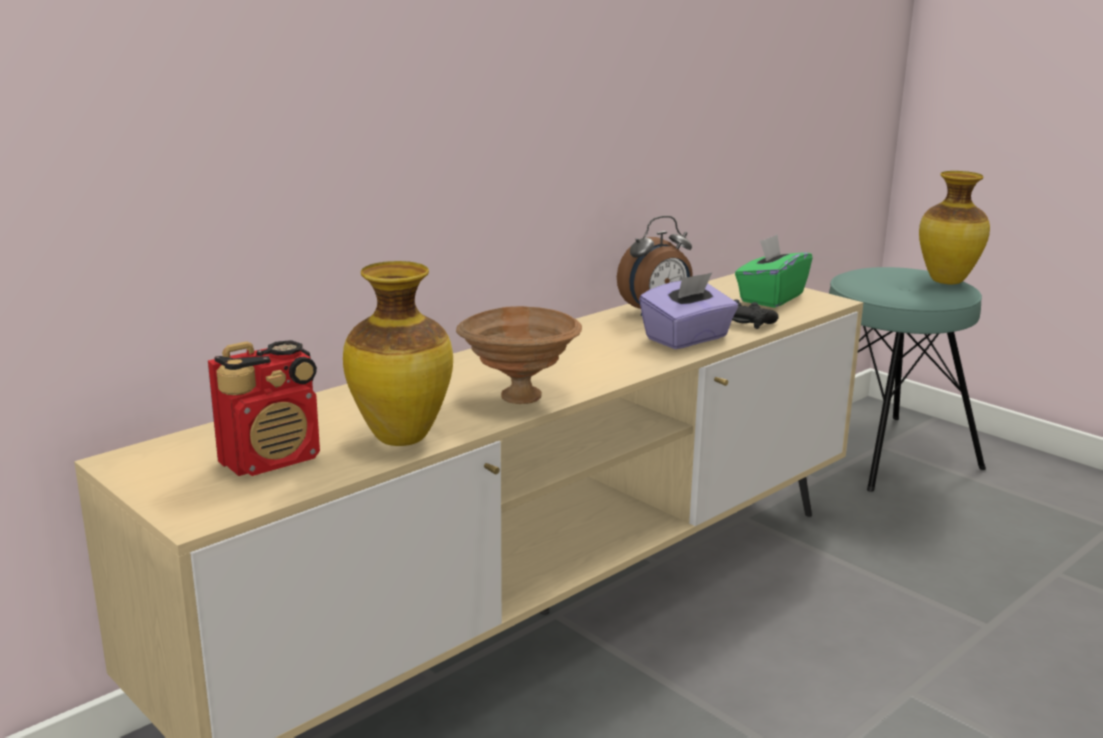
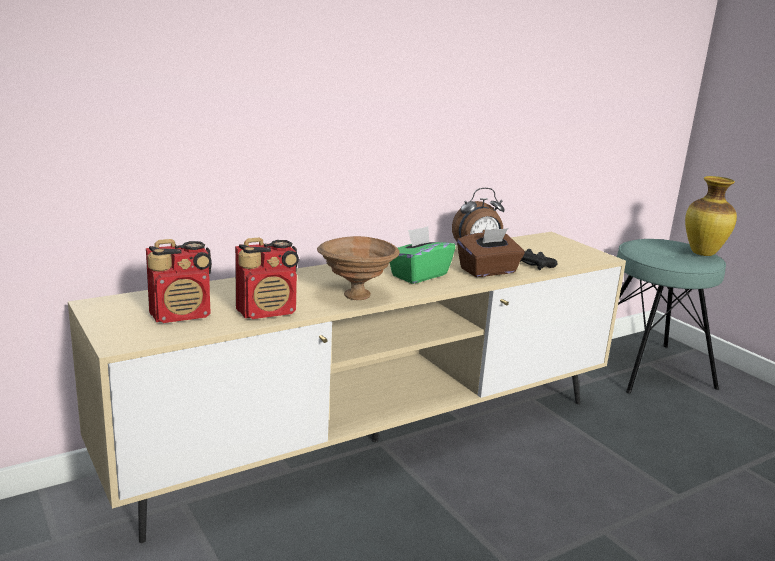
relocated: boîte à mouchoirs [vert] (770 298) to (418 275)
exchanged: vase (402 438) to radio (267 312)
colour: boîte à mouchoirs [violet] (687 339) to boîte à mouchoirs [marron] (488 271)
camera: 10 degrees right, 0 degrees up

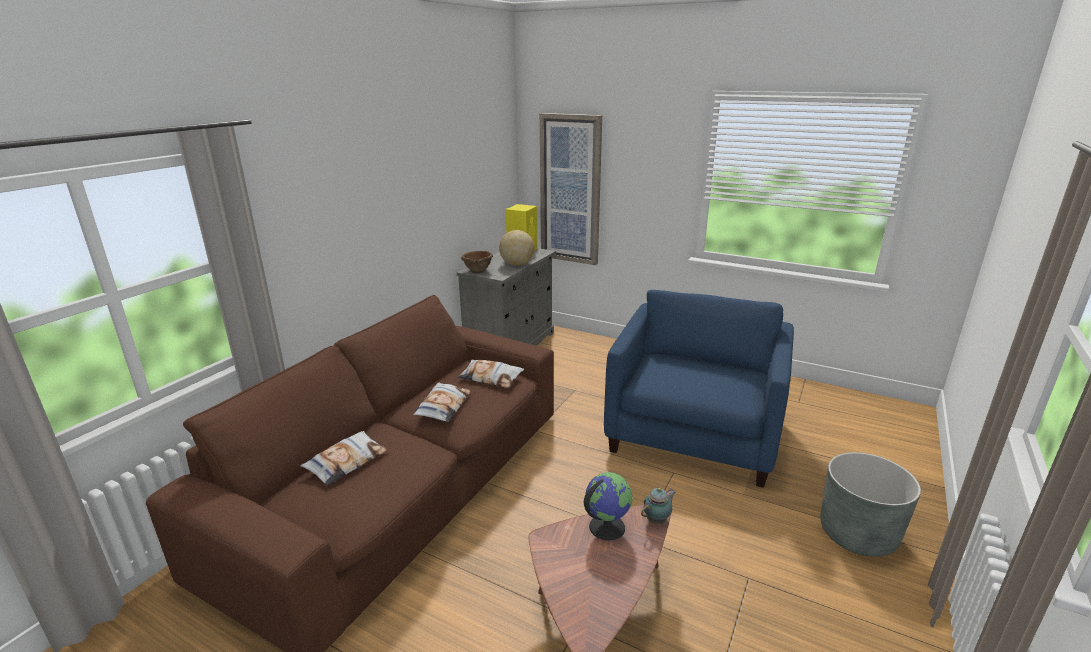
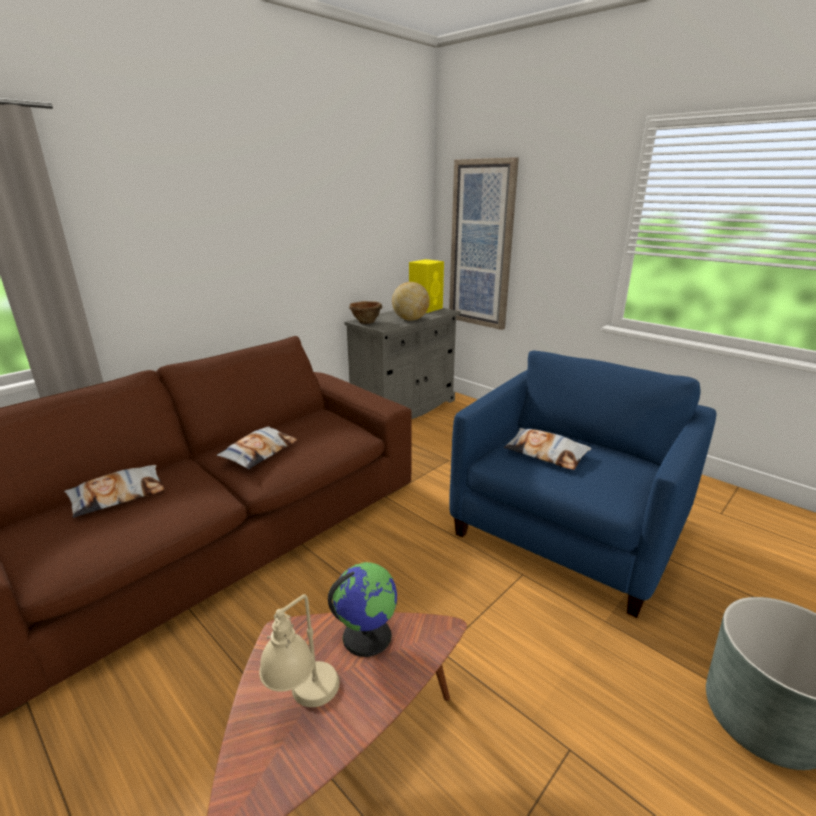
missing: théière (657 520)
appeared: lampe de table [beige] (306 704)
relocated: coussin (491 377) to (546 453)
camera: 15 degrees right, 0 degrees up

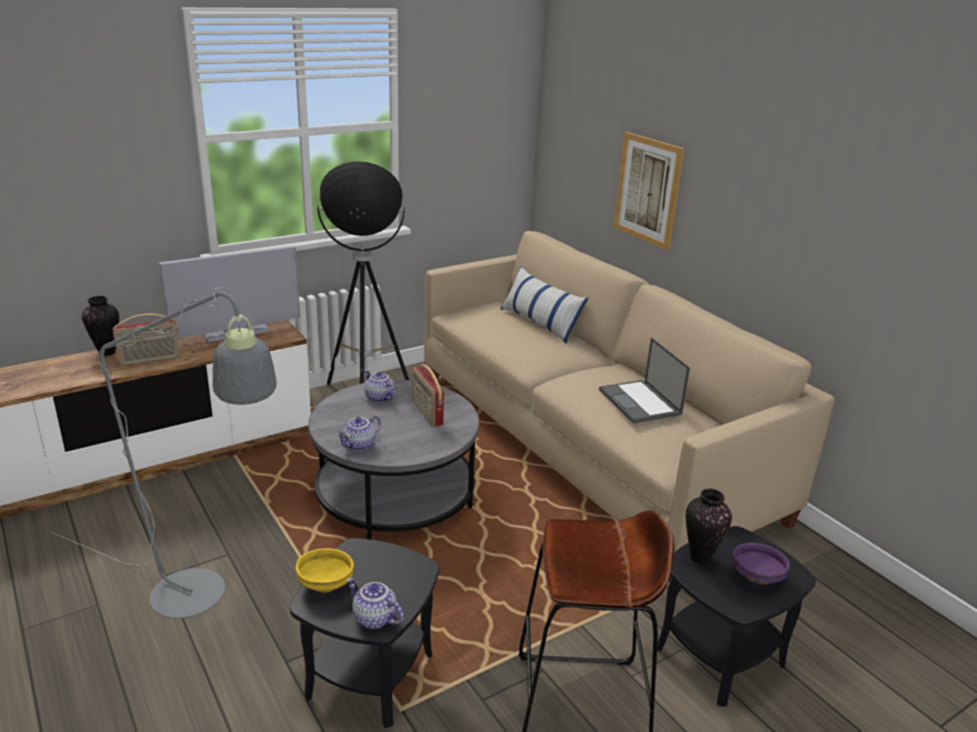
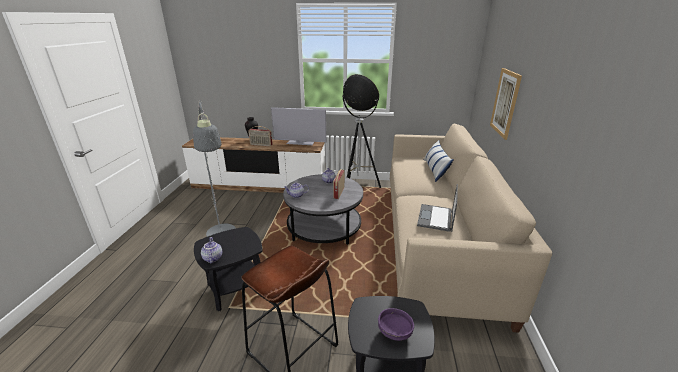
missing: bol [jaune] (326 584); vase (700 557)
camera: 40 degrees right, 0 degrees up

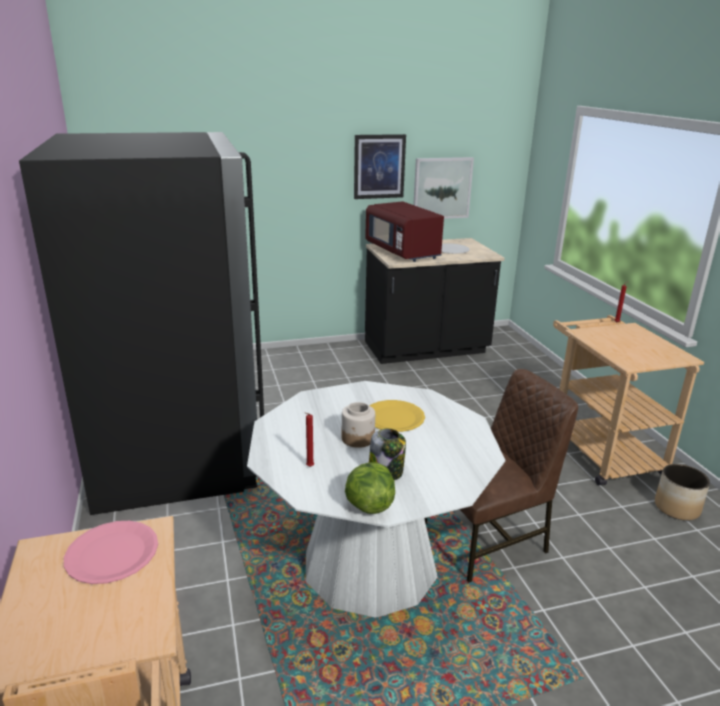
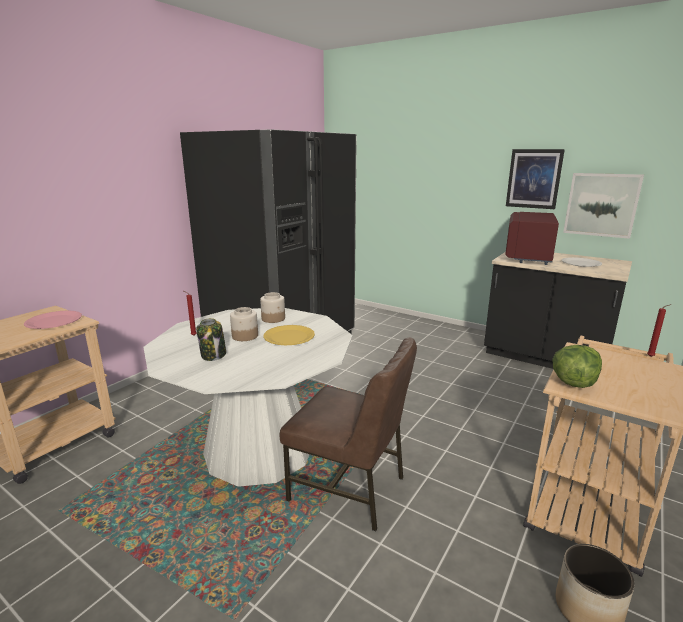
appeared: bocal (273 319)
relocated: laitue (369 505) to (573 383)
camera: 50 degrees right, 5 degrees down

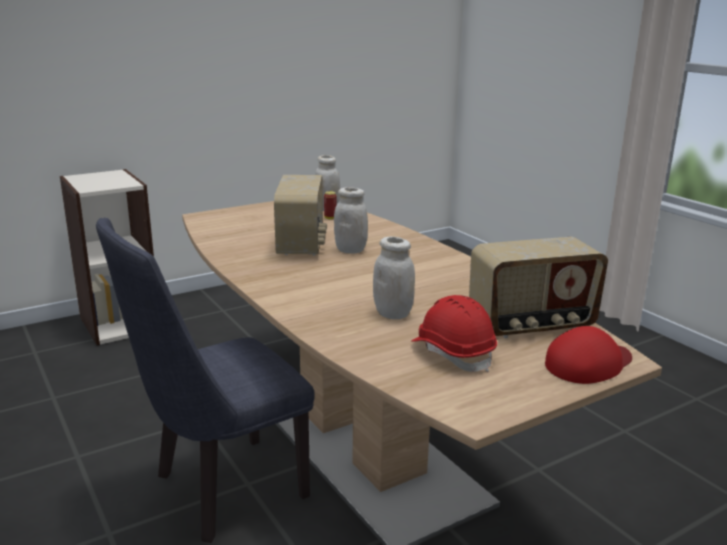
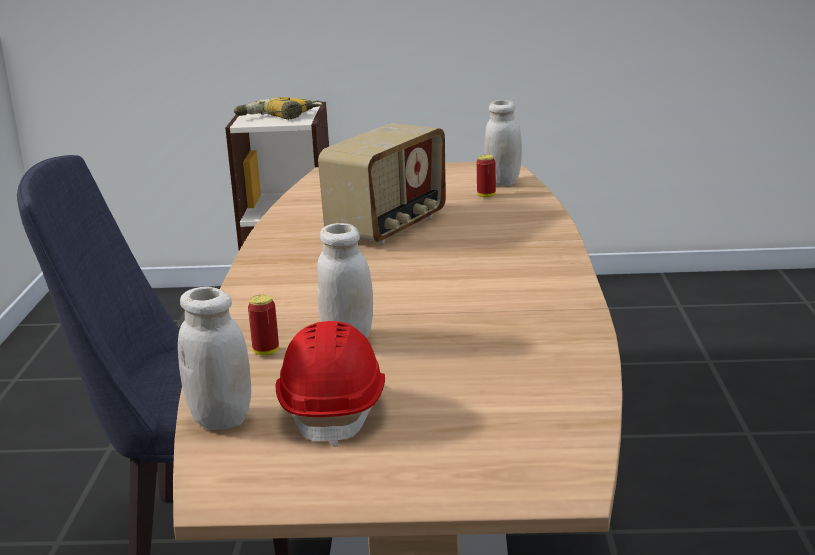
missing: radio (531 325); casquette [rouge] (589 364)
appeared: perceuse (278 117); boîte métallique (266 352)
relocated: bocal [blanc] (350 250) to (220 419)
camera: 35 degrees right, 0 degrees up

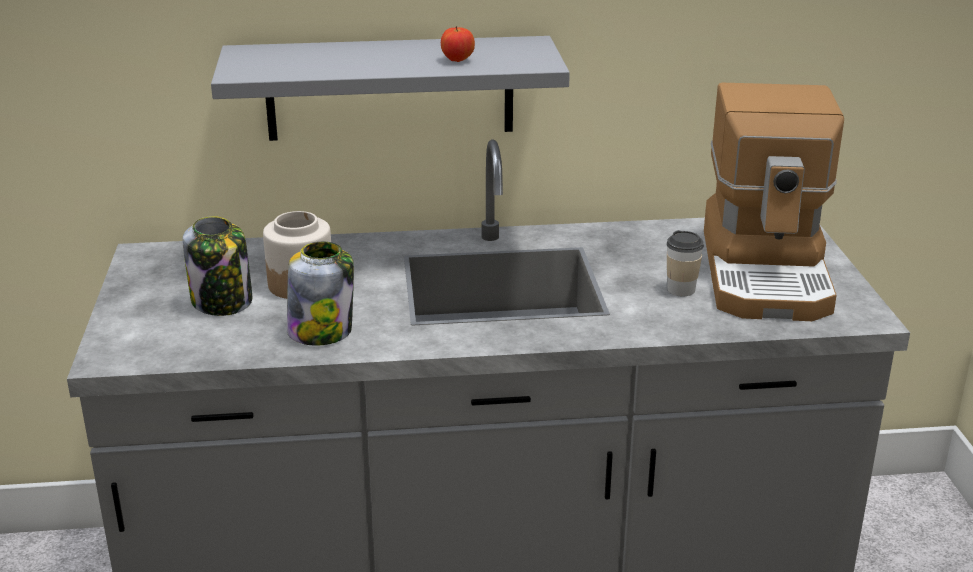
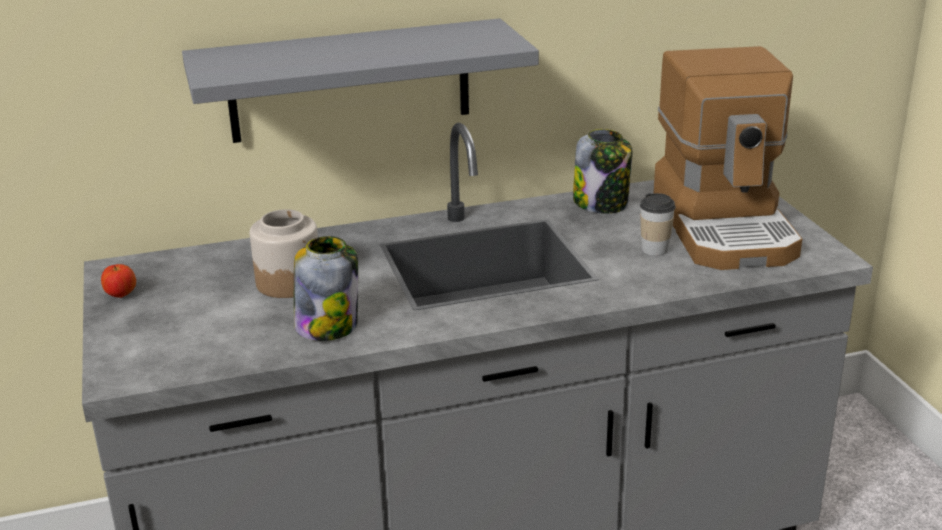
relocated: bocal (223 302) to (601 203); pomme (457 60) to (121 295)
camera: 10 degrees left, 0 degrees up

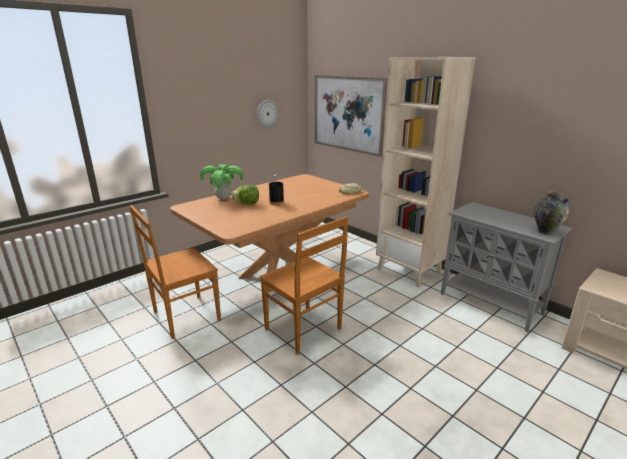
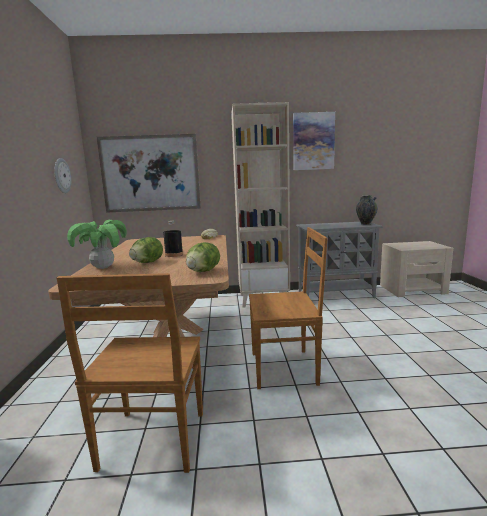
appeared: laitue (203 271); tableau (313 141)
camera: 50 degrees left, 10 degrees down

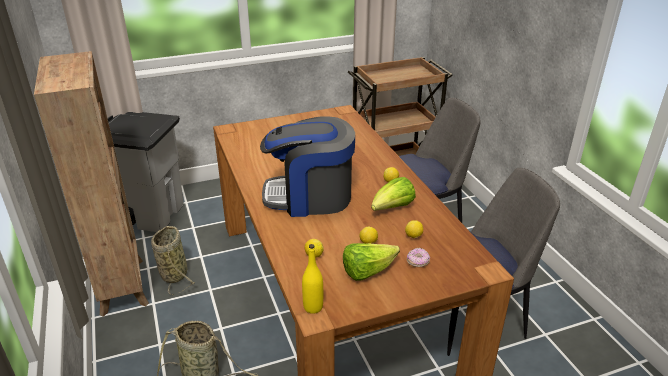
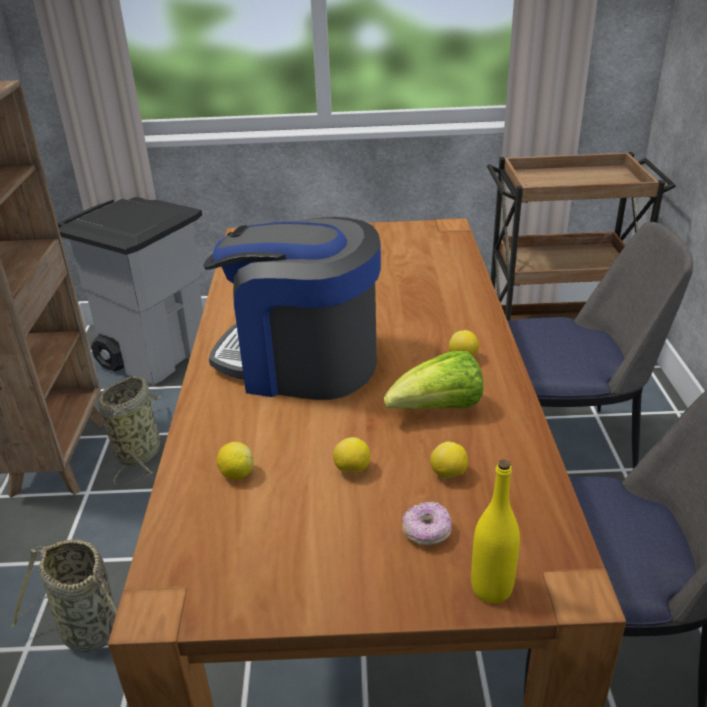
missing: laitue (367 271)
relocated: bouteille [jaune] (313 307) to (491 588)
camera: 20 degrees right, 0 degrees up

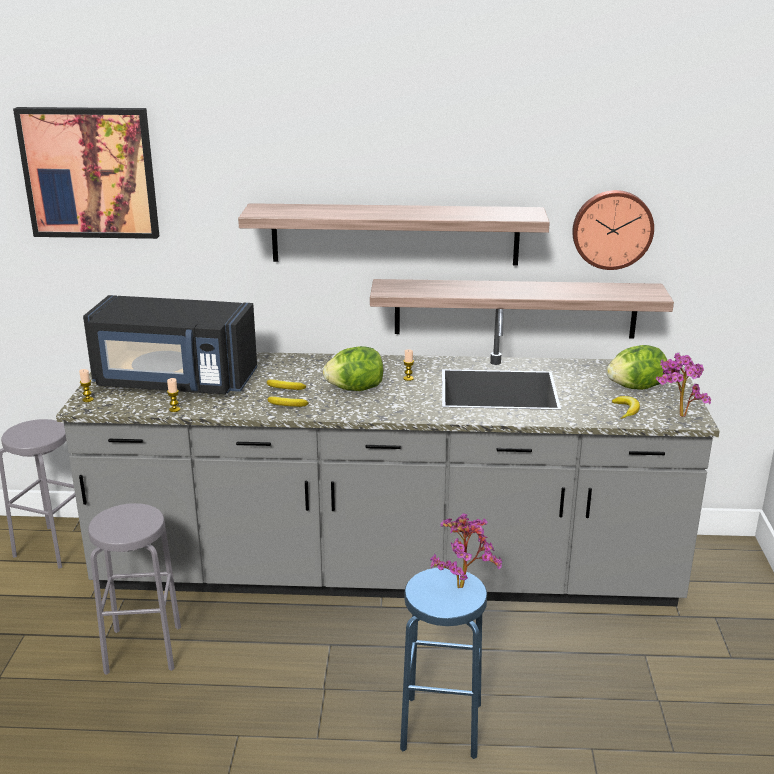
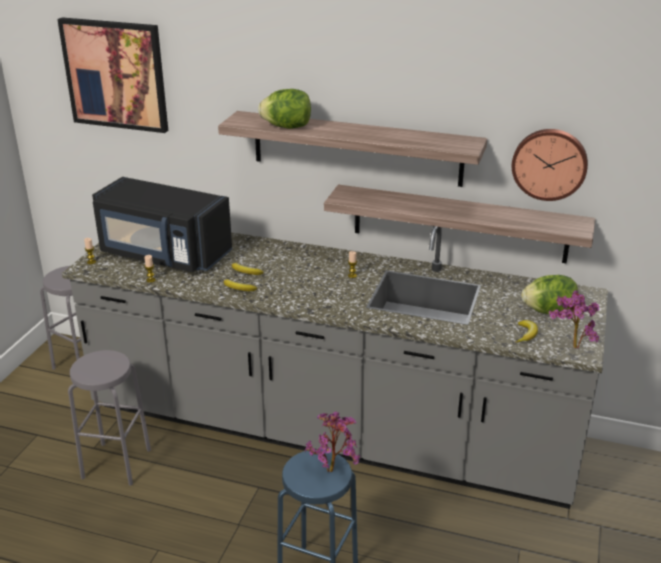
relocated: laitue (355 389) to (287 127)
camera: 15 degrees right, 5 degrees up

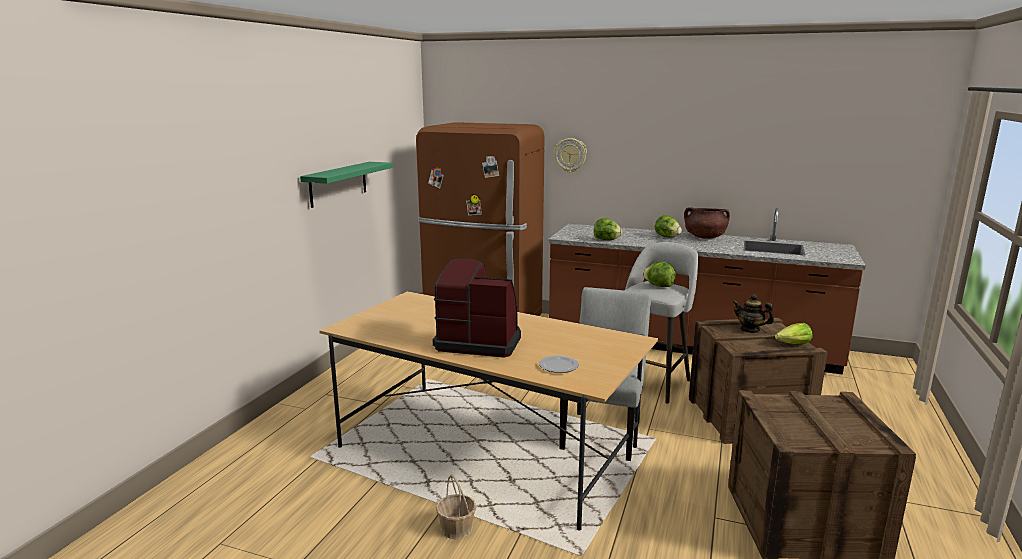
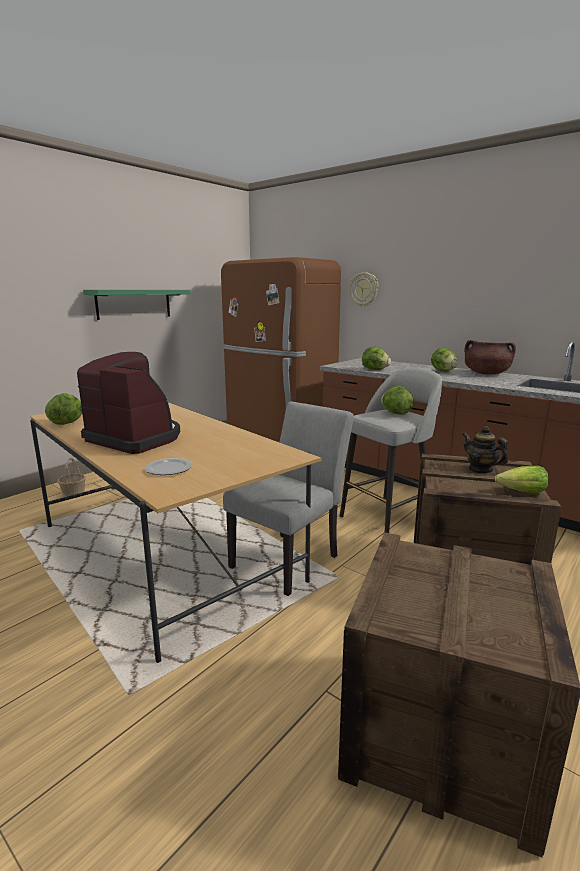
appeared: laitue (67 423)
relocated: panier (456 528) to (73 494)
camera: 20 degrees right, 0 degrees up

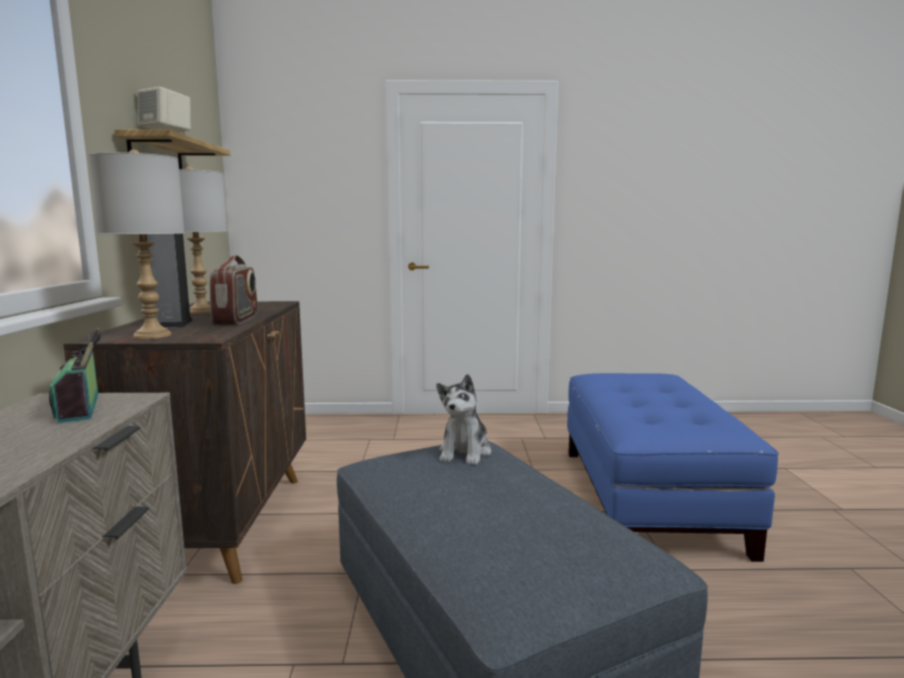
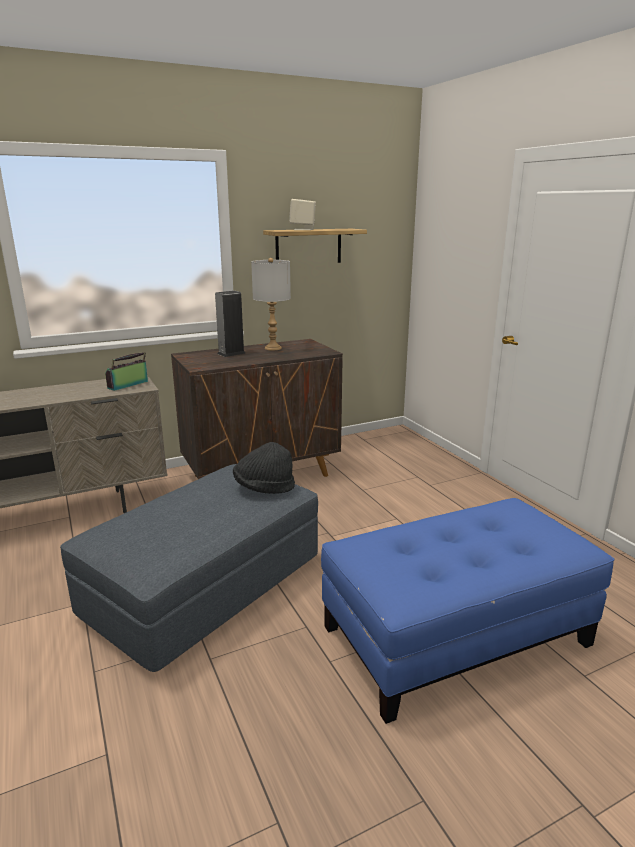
missing: lampe de table [gris] (153 335); radio (236 320)
exchanged: peluche (465 452) to chapeau [noir] (264 488)
camera: 65 degrees right, 10 degrees up

